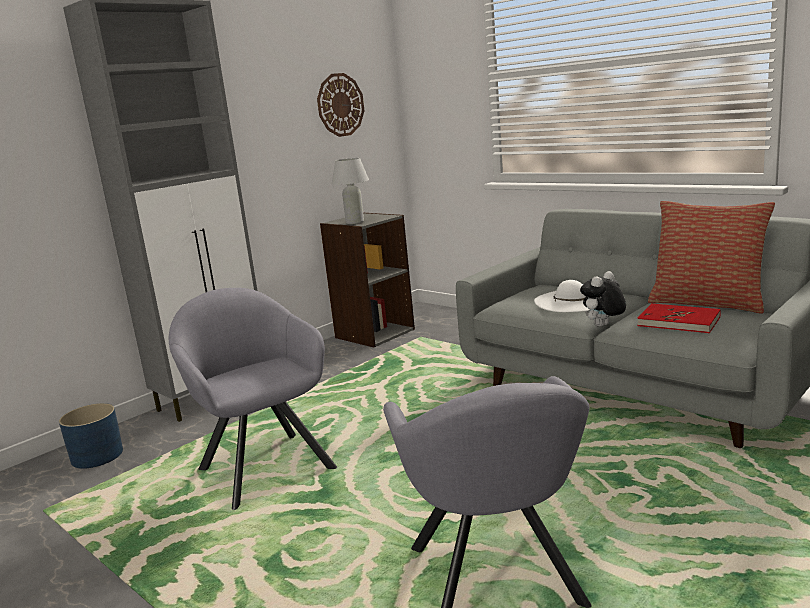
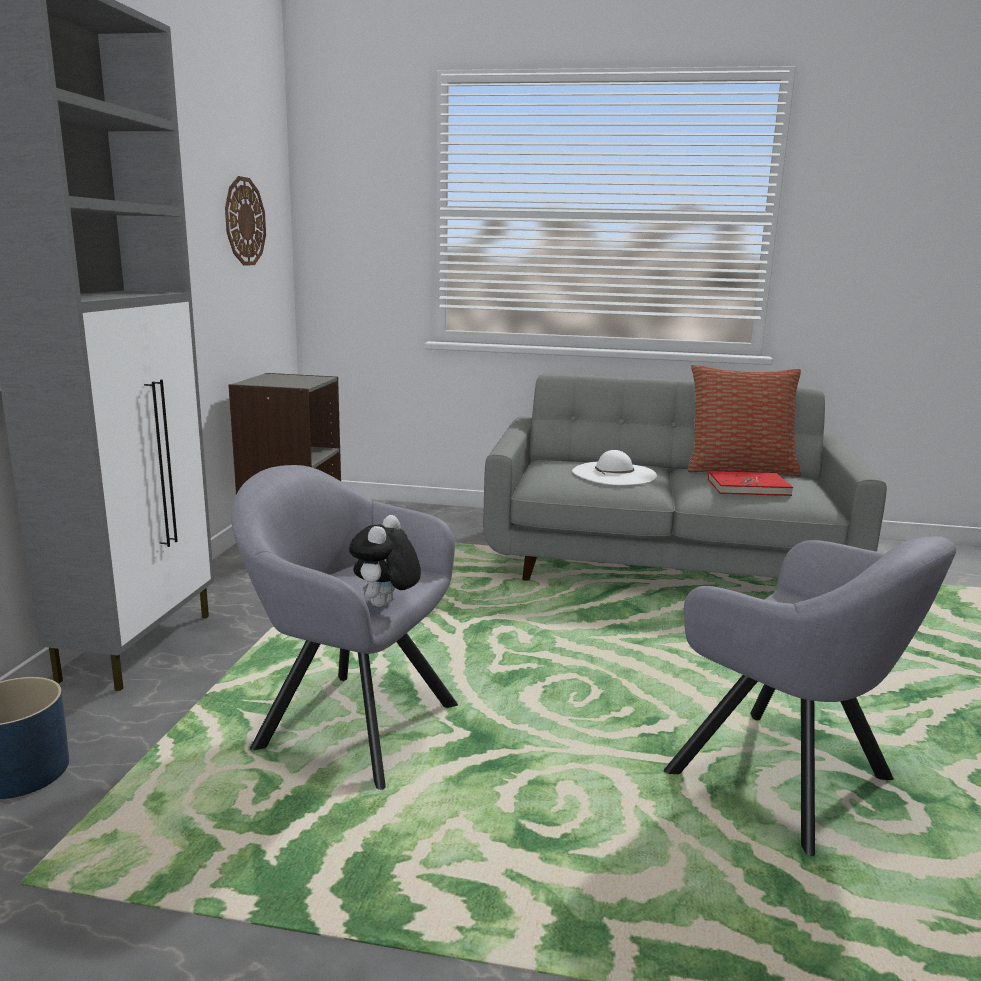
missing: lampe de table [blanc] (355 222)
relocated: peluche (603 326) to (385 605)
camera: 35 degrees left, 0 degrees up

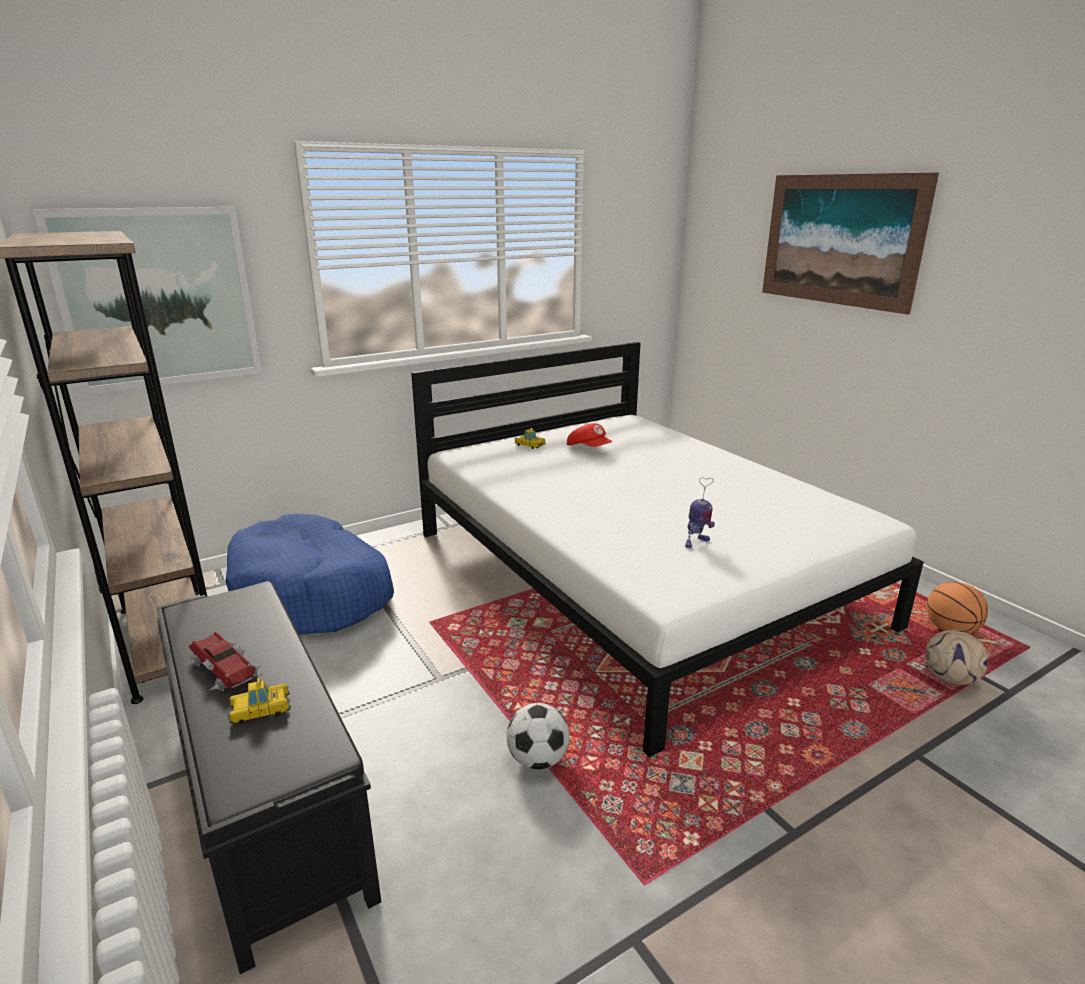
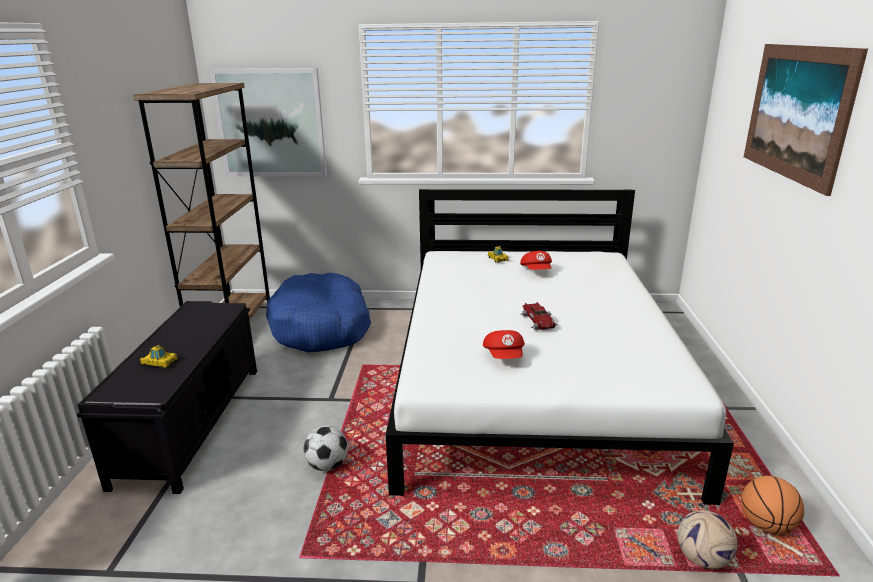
relocated: petite voiture (225 668) to (538 321)
exchanged: robot jouet (696 543) to casquette [rouge] (504 356)
camera: 35 degrees right, 0 degrees up

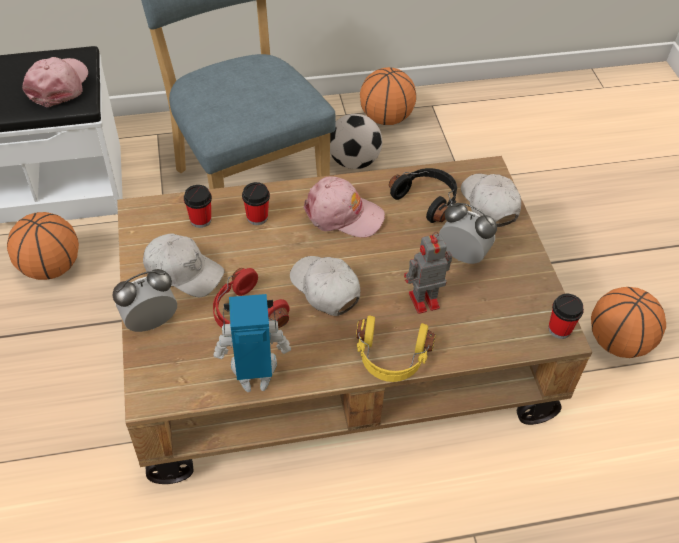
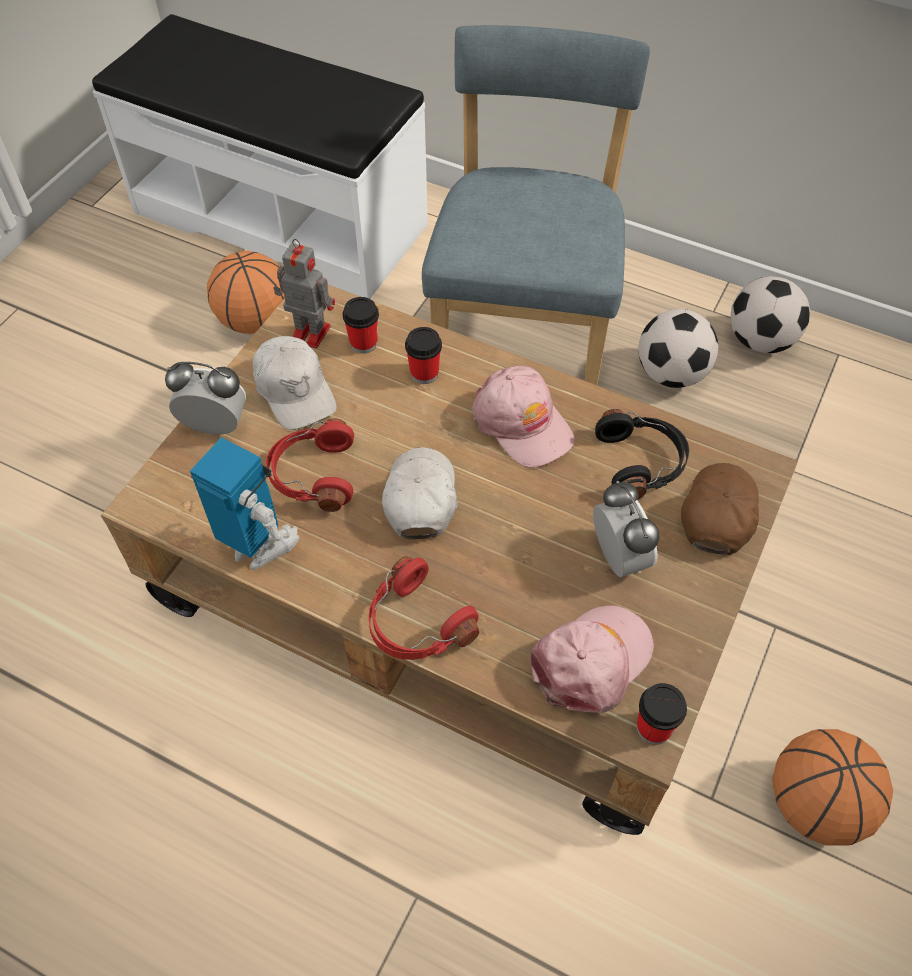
relocated: casquette [rose] (58 85) to (592 661); robot jouet (422 301) to (309 332)
exchanged: ballon de basket (385 118) to ballon de foot (760 341)
colour: casque audio [jaune] (391 358) to casque audio [rouge] (416 625); casquette [blanc] (489 204) to casquette [marron] (718 513)
camera: 40 degrees right, 5 degrees up

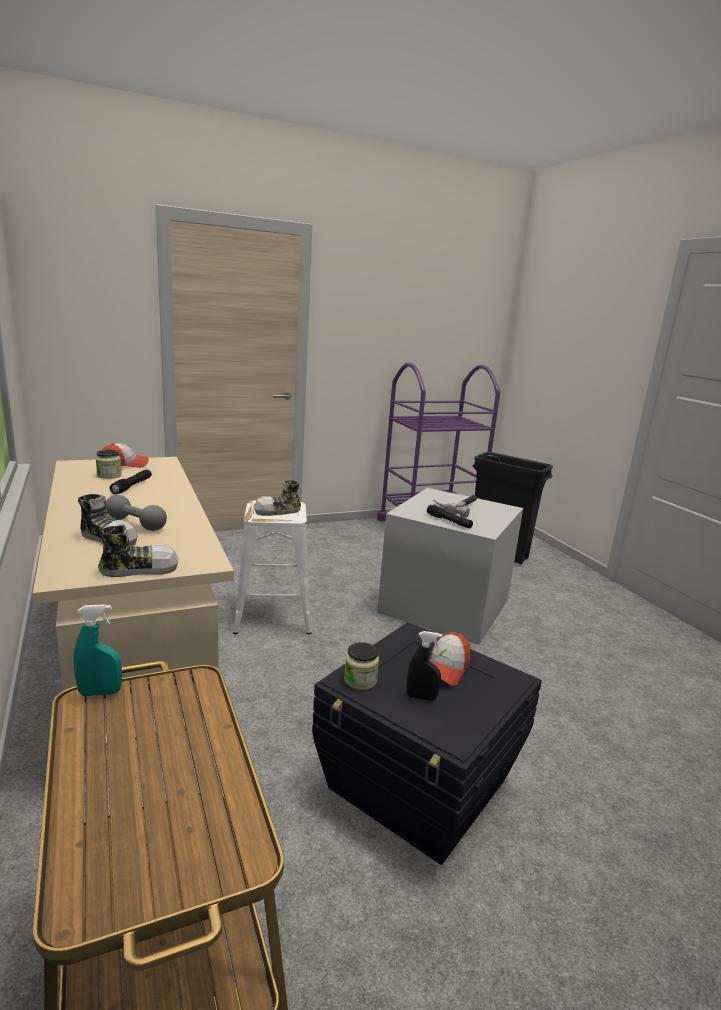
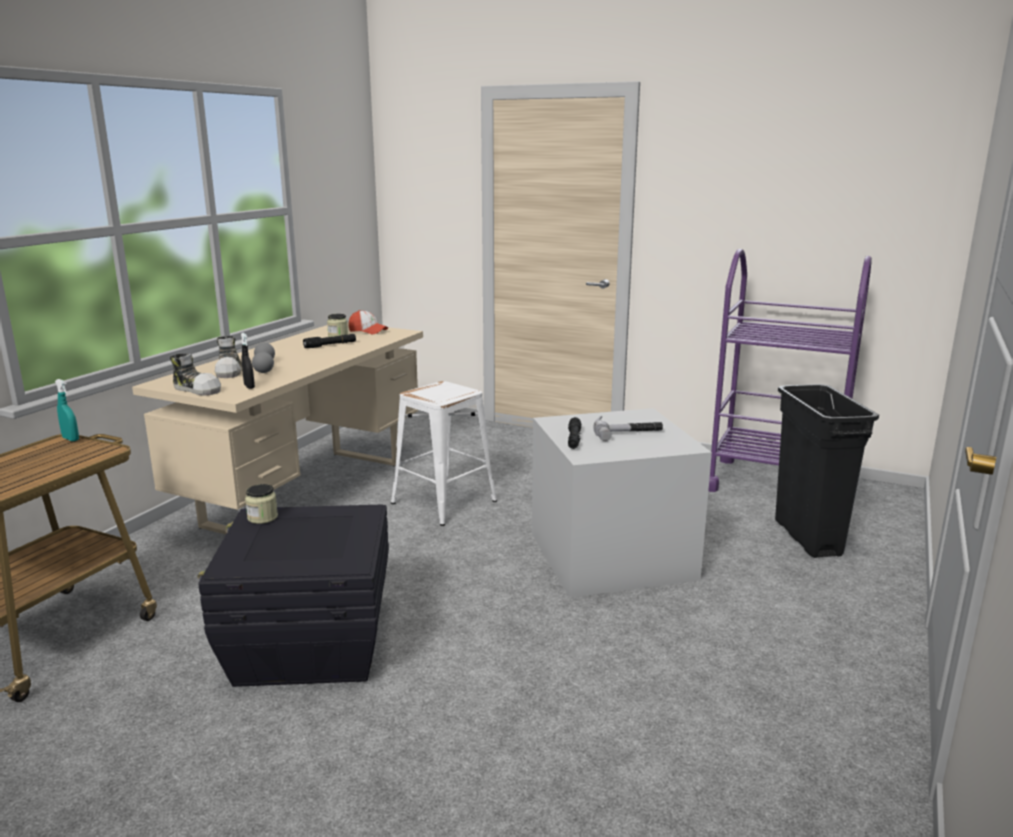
missing: chaussure (278 511); casquette (446 668)
relocated: vaporisateur [noir] (421 697) to (249 386)
camera: 50 degrees right, 0 degrees up

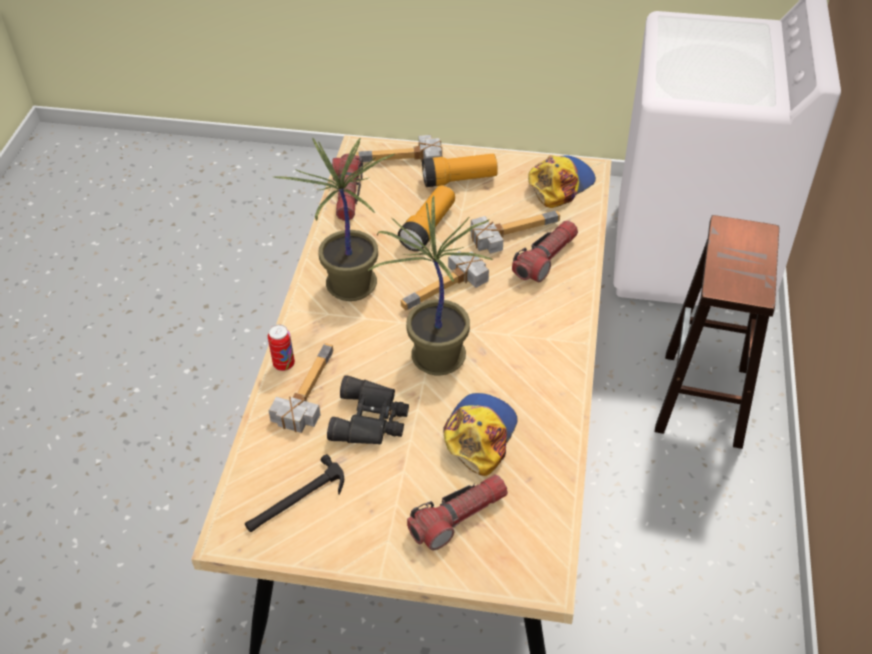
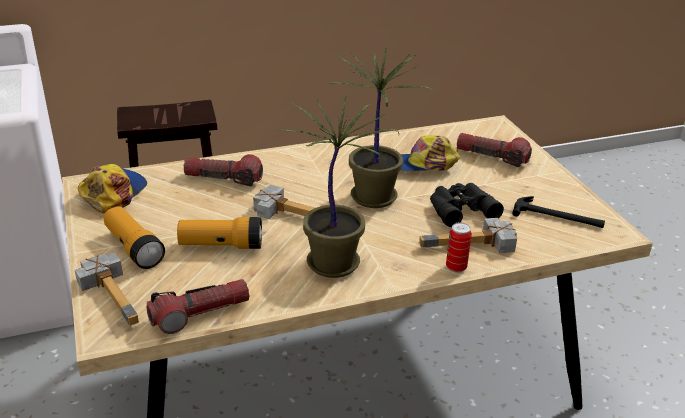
missing: marteau (511 230)
spun: casquette (560 183) = (113 193) 90 degrees clockwise
camera: 120 degrees left, 15 degrees down

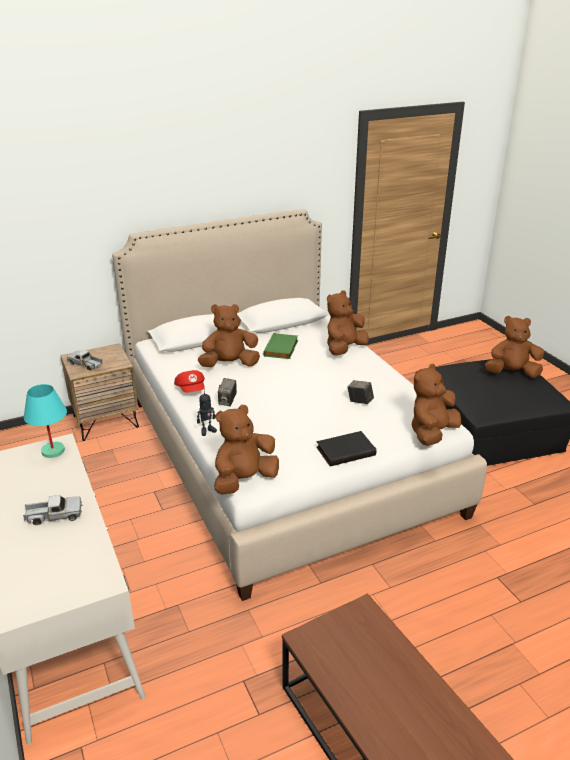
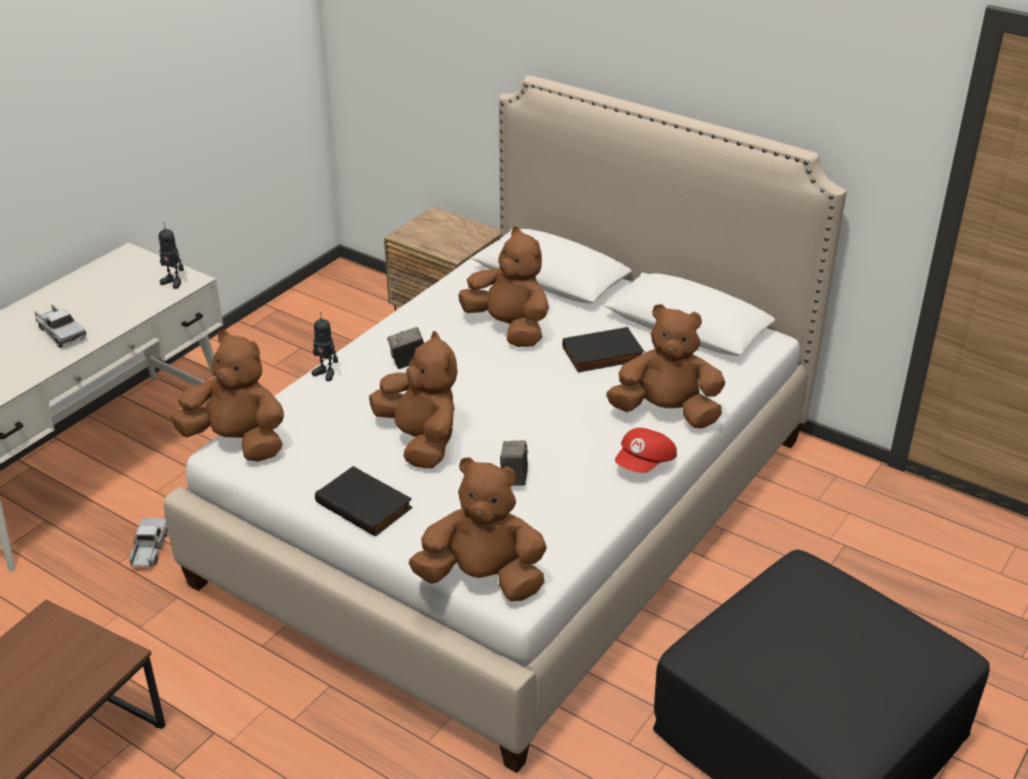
relocated: camion jouet (86 364) to (149 549); casquette [rouge] (191 389) to (645 463); peluche [marron] (511 373) to (420 441)
exchanged: lampe de table [turquoise] (53 450) to robot jouet (173 282)
colour: livre [vert] (282 348) to livre [noir] (603 355)
camera: 60 degrees right, 5 degrees up

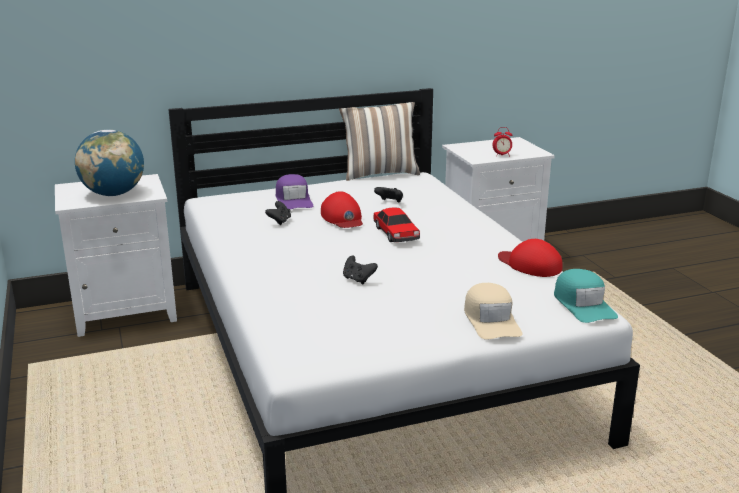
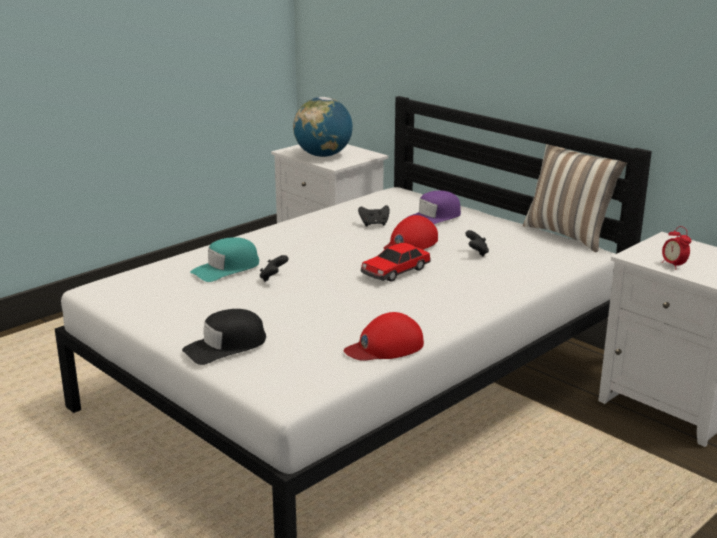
relocated: casquette [turquoise] (583 304) to (226 269)
colour: casquette [beige] (491 320) to casquette [noir] (225 346)
spun: casquette [rouge] (530 264) = (385 347) 135 degrees counterclockwise
camera: 65 degrees right, 0 degrees up

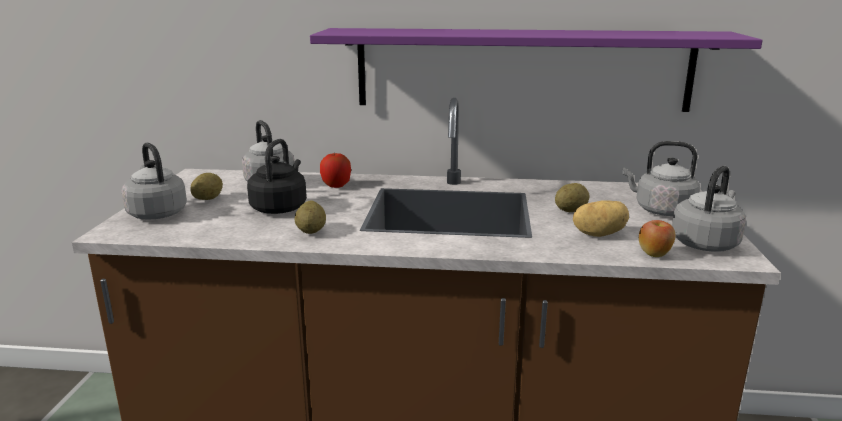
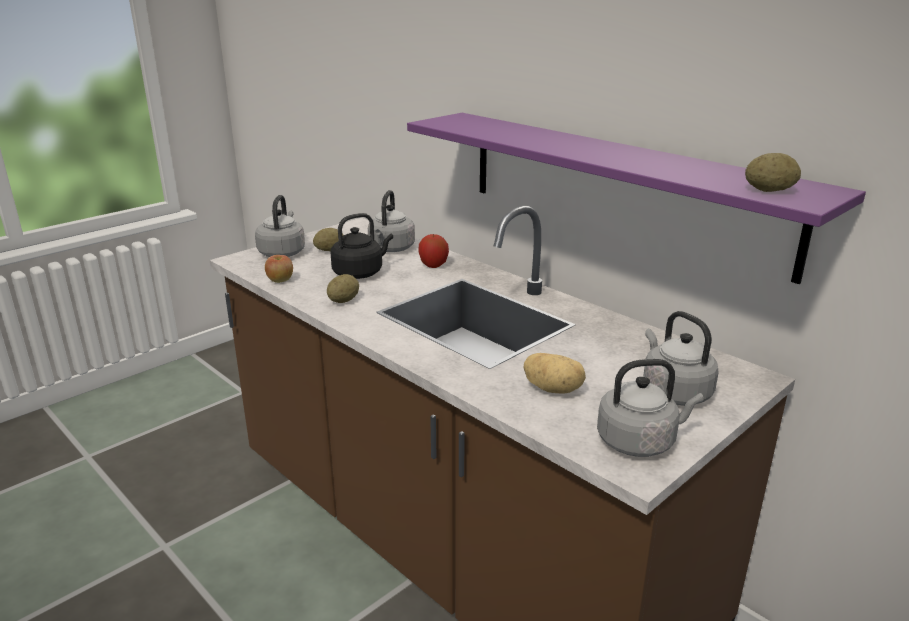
relocated: pomme de terre (571 210) to (769 191); pomme (655 254) to (280 281)
camera: 40 degrees right, 5 degrees up

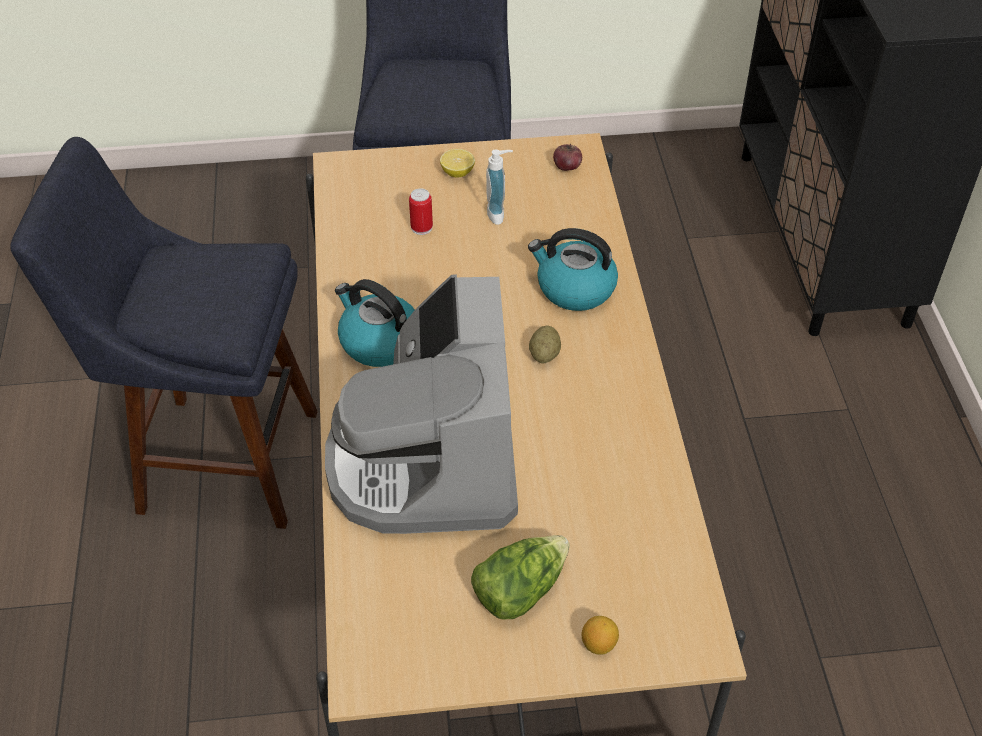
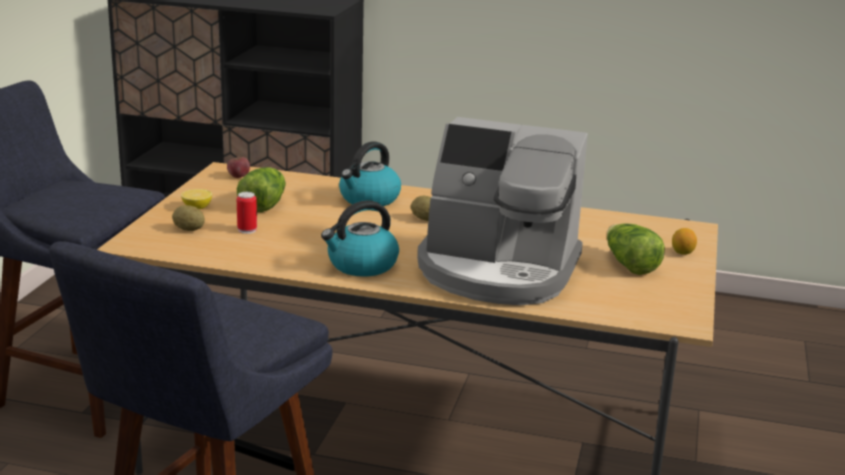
appeared: pomme de terre (189 229)
exchanged: distributeur de savon (499 213) to laitue (263 204)
camera: 70 degrees left, 25 degrees down

